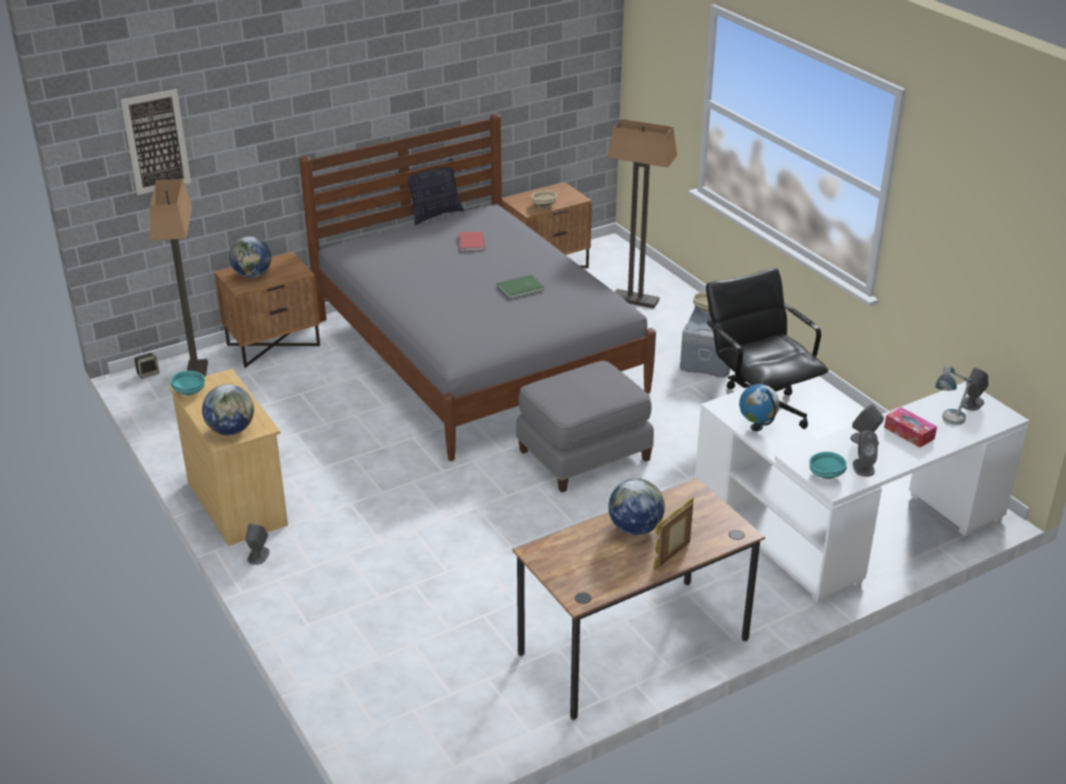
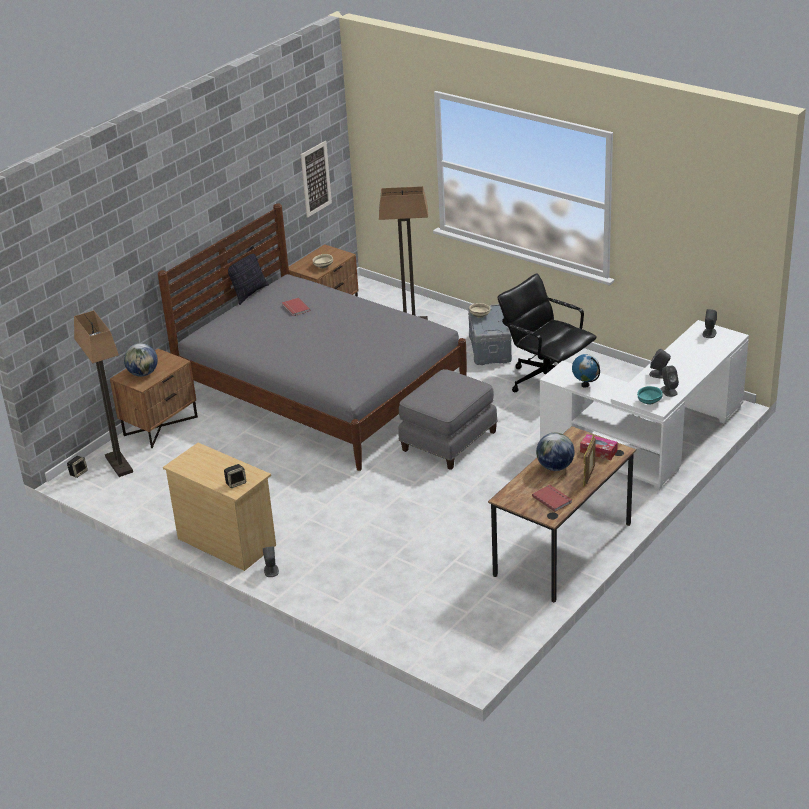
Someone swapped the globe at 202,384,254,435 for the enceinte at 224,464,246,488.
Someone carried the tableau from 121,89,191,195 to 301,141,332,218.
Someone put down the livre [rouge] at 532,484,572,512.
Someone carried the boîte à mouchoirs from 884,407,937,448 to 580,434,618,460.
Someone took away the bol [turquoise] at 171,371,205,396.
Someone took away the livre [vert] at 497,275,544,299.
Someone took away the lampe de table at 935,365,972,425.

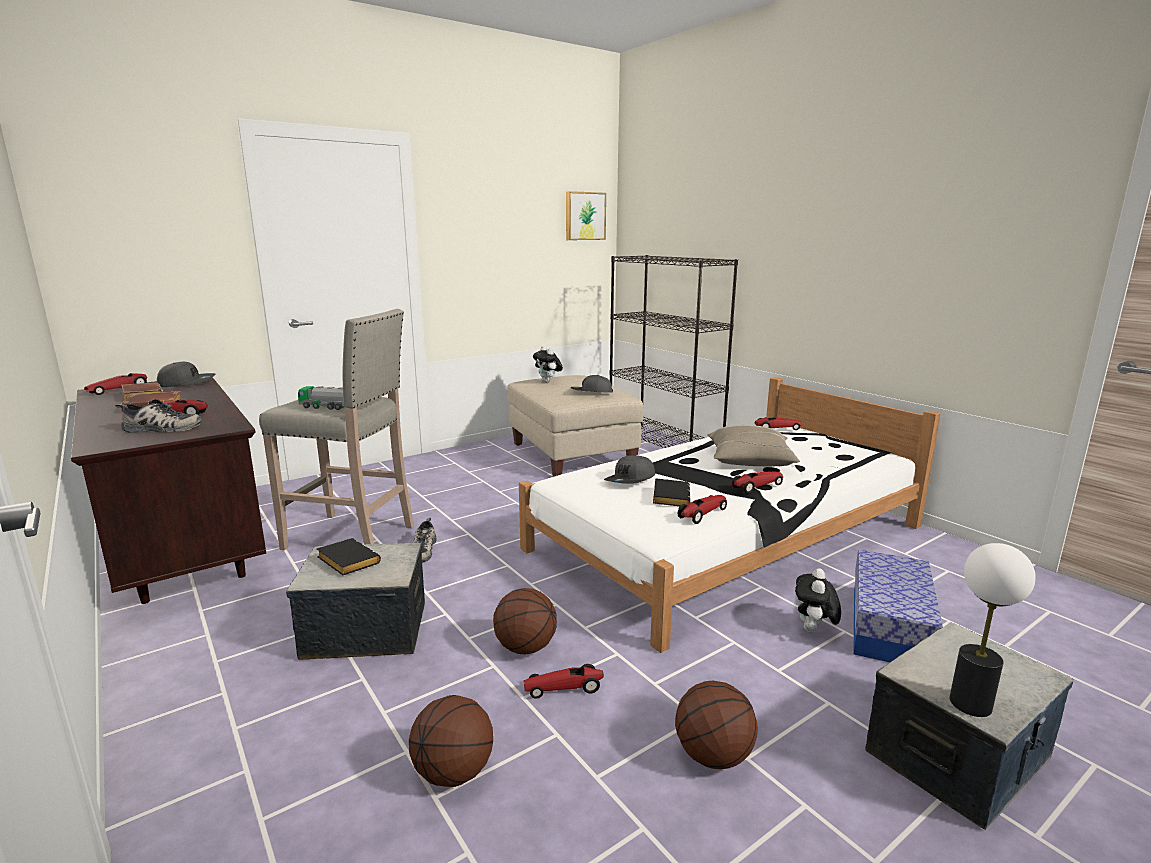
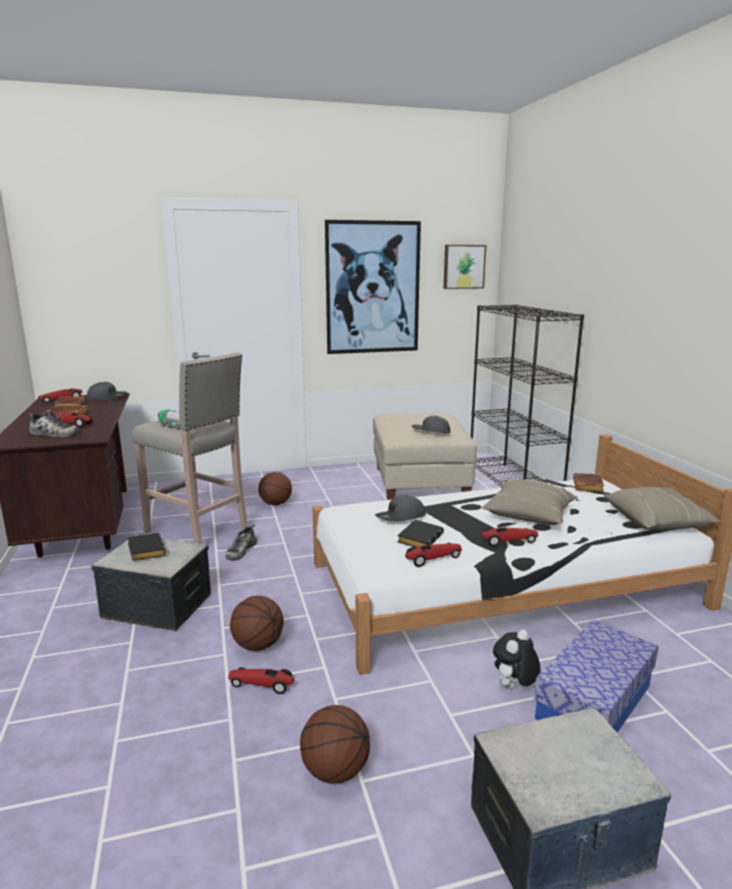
Someone carried the ballon de basket from 409,695,493,787 to 258,472,292,505.
Someone put up the tableau at 325,220,421,354.
Someone swapped the petite voiture at 755,417,802,430 for the livre [marron] at 573,473,604,492.
Someone put down the coussin [beige] at 604,487,721,530.
Someone took away the peluche at 533,346,563,382.
Someone took away the lampe de table at 950,543,1036,717.

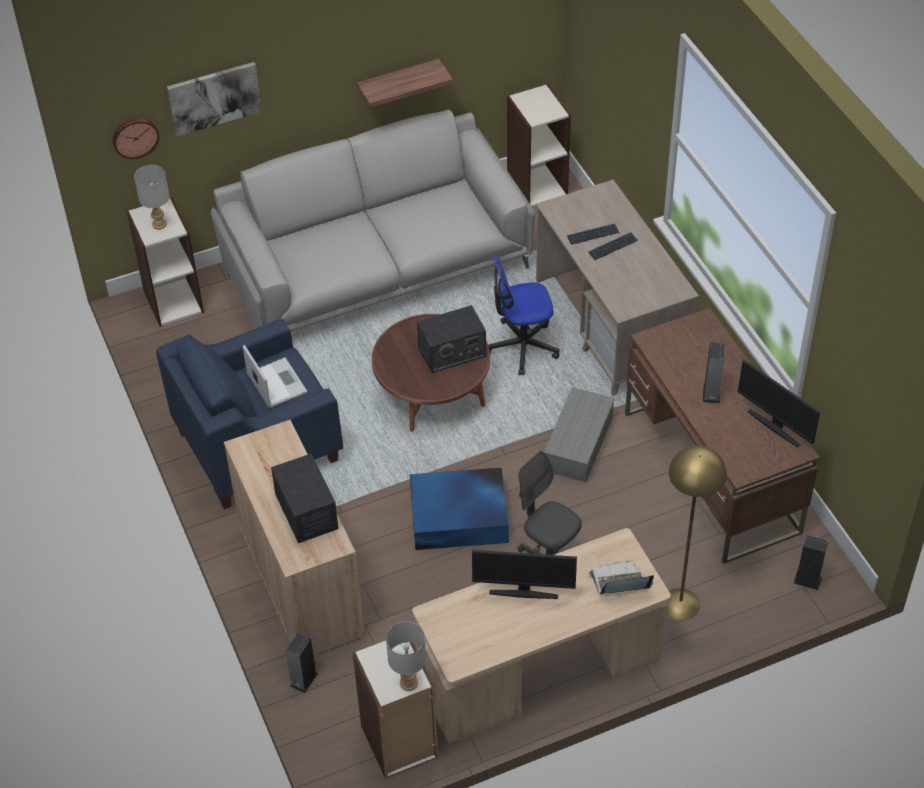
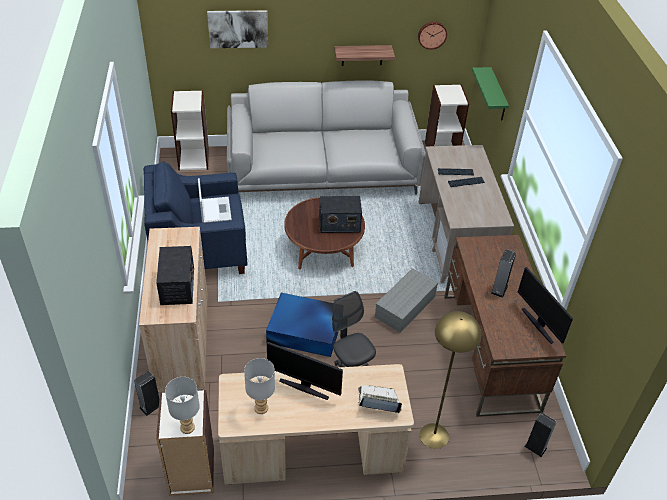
Someone carried the lampe de table [gris] from 134,165,170,230 to 244,358,275,414.
Someone carried the horloge murale from 112,118,159,159 to 418,21,447,50.
Someone put up the étagère [vert] at 472,67,509,121.
Someone took away the chaise de bureau at 488,253,559,376.

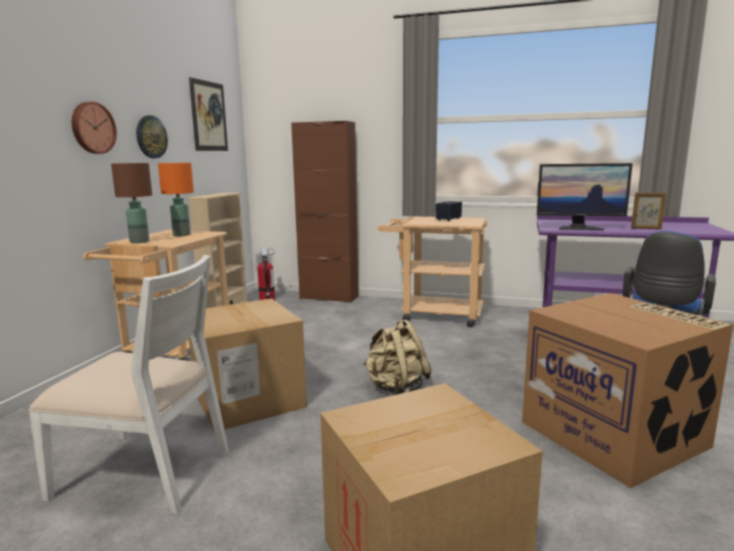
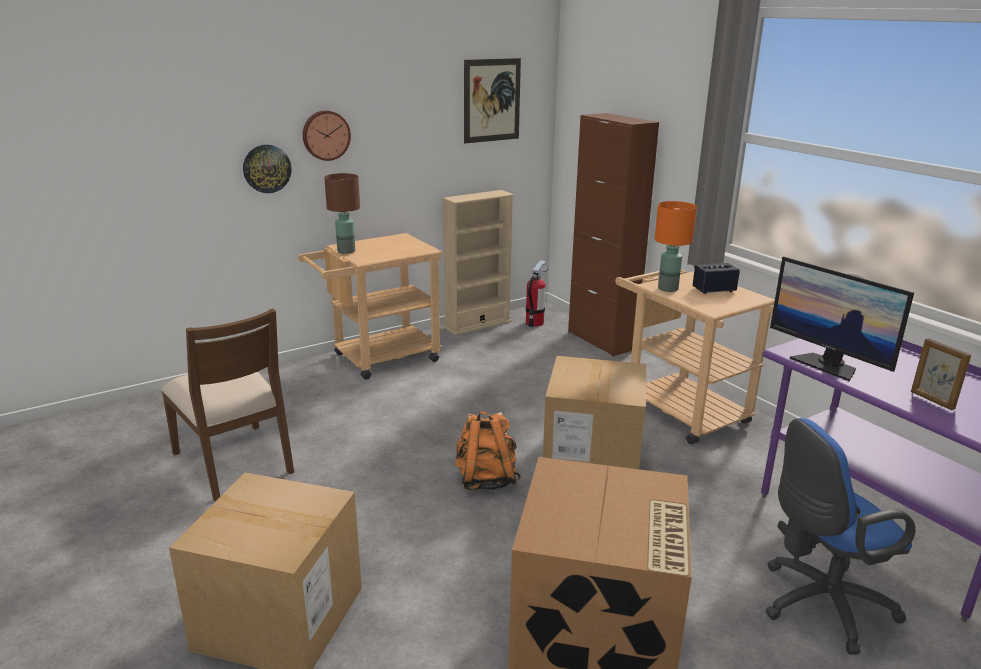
Someone repainted the chaise [blanc] at 28,255,229,515, which became the chaise [marron] at 161,309,294,501.
Someone carried the horloge murale from 136,115,168,158 to 243,145,291,193.
Someone repainted the sac à dos [beige] at 364,319,432,395, which became the sac à dos [orange] at 455,411,521,490.
Someone carried the carton from 189,298,307,431 to 543,356,646,469.
Someone carried the lampe de table [orange] from 158,163,194,236 to 655,201,697,292.

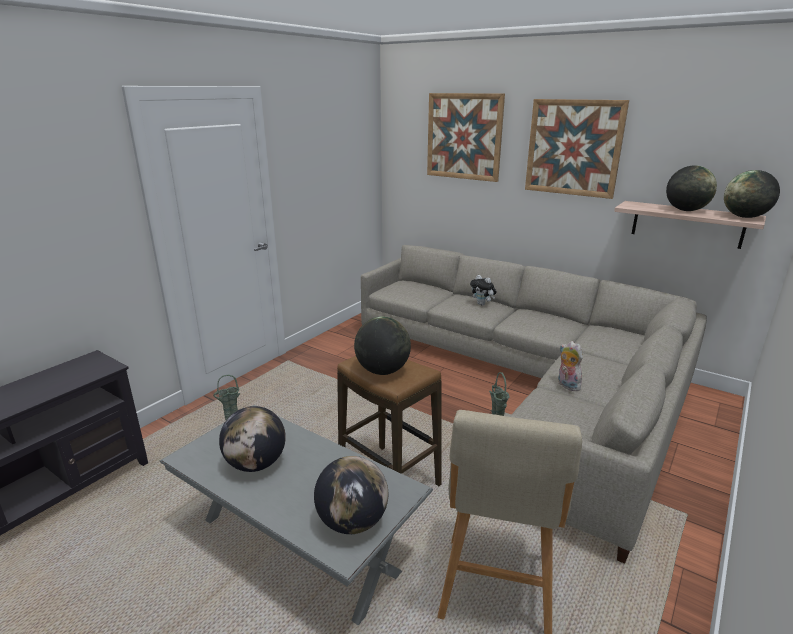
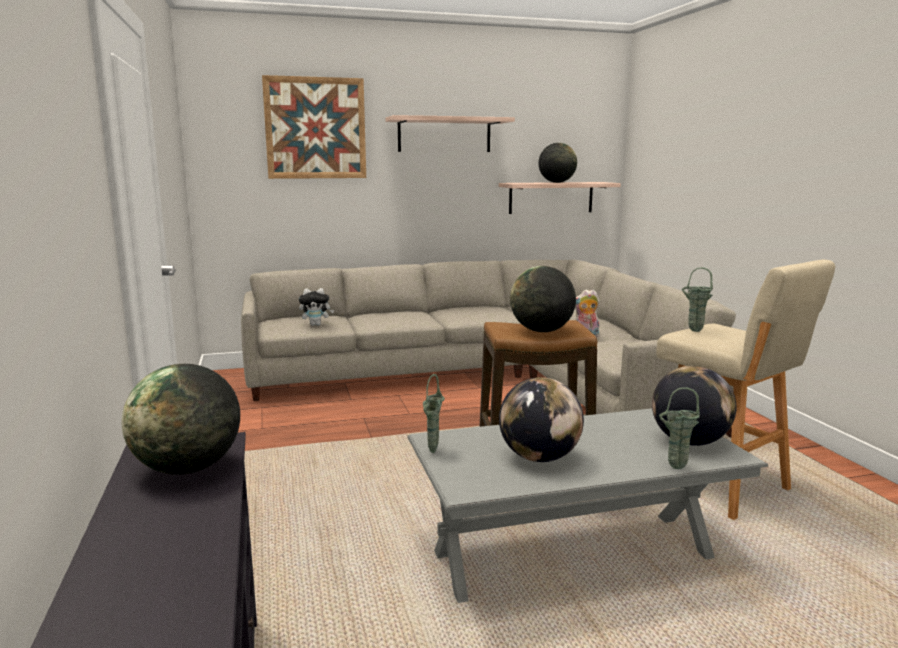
Someone carried the globe from 724,170,780,218 to 122,364,240,475.
Someone carried the peluche from 470,275,497,306 to 299,288,334,326.
Someone swapped the tableau at 525,99,629,199 for the étagère at 385,115,515,152.
Someone put down the vase [vert] at 659,387,700,469.

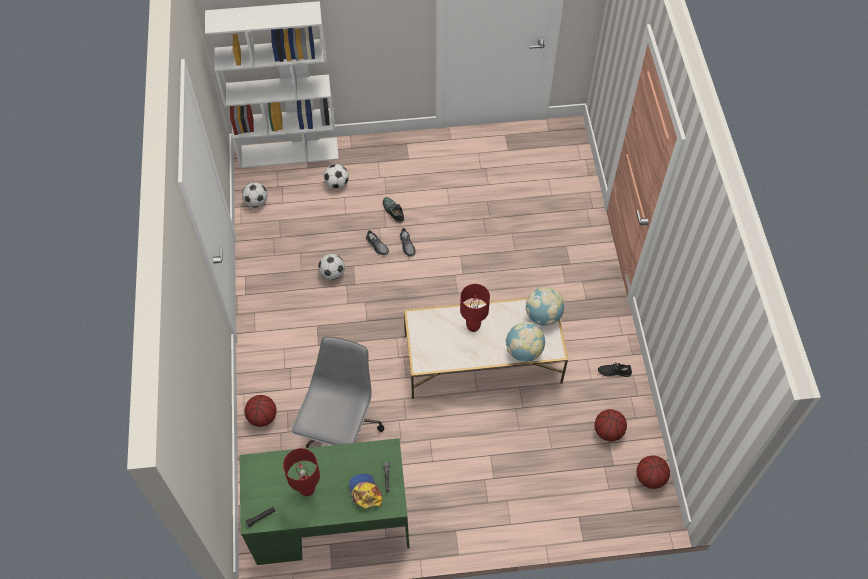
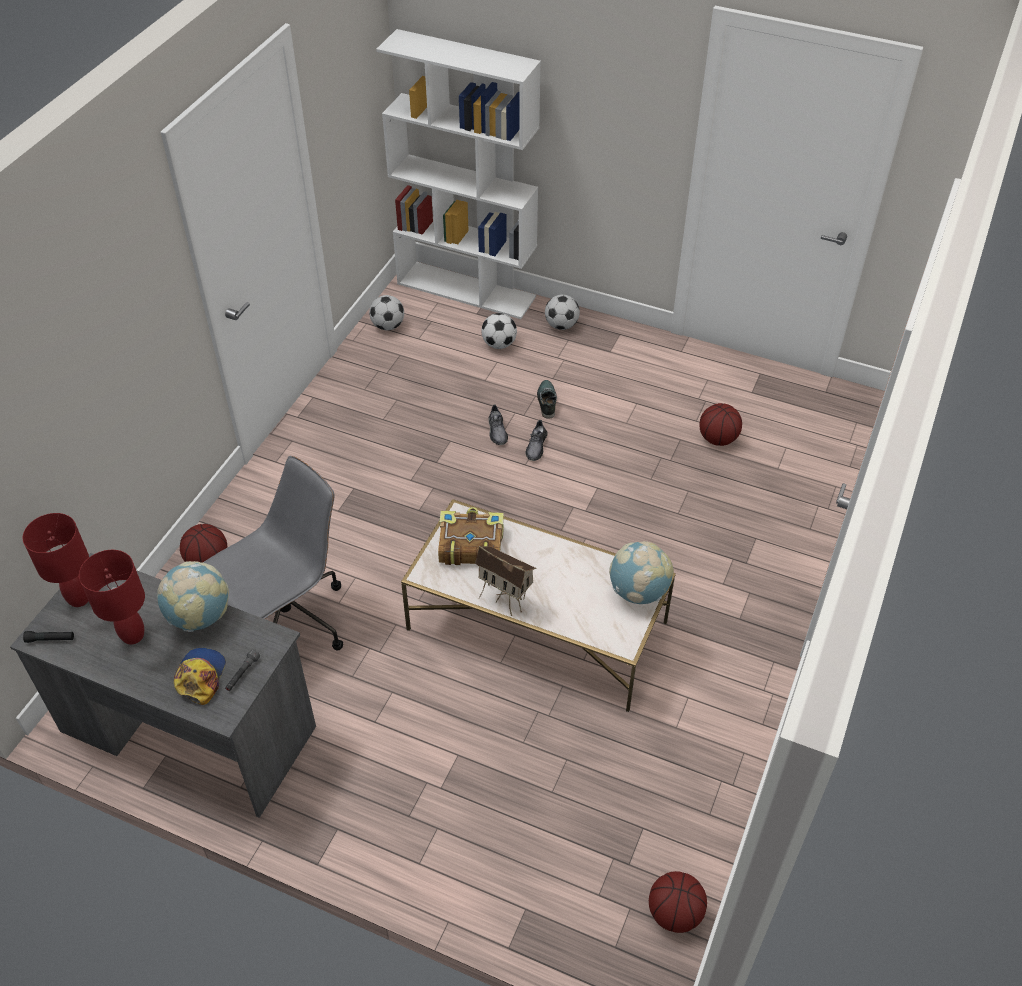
Someone repainted the bureau [vert] at 239,438,409,565, which became the bureau [gris] at 10,553,316,818.
Someone carried the lampe de table [rouge] from 460,284,490,332 to 23,513,89,607.
Someone carried the globe from 505,322,545,362 to 157,561,229,632.
Someone put down the livre at 438,507,504,565.
Someone put down the maison miniature at 475,546,537,616.
Someone carried the ballon de foot from 318,254,345,280 to 545,295,580,330.
Someone carried the ballon de basket from 595,409,627,442 to 700,403,742,446.
Someone took away the chaussure [noir] at 598,363,632,377.

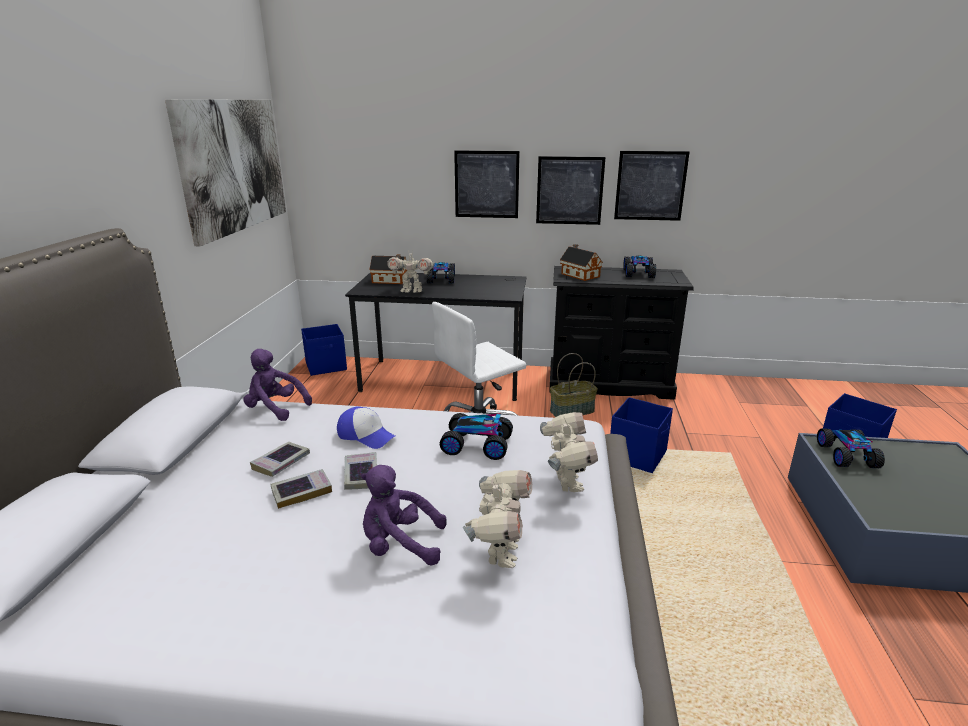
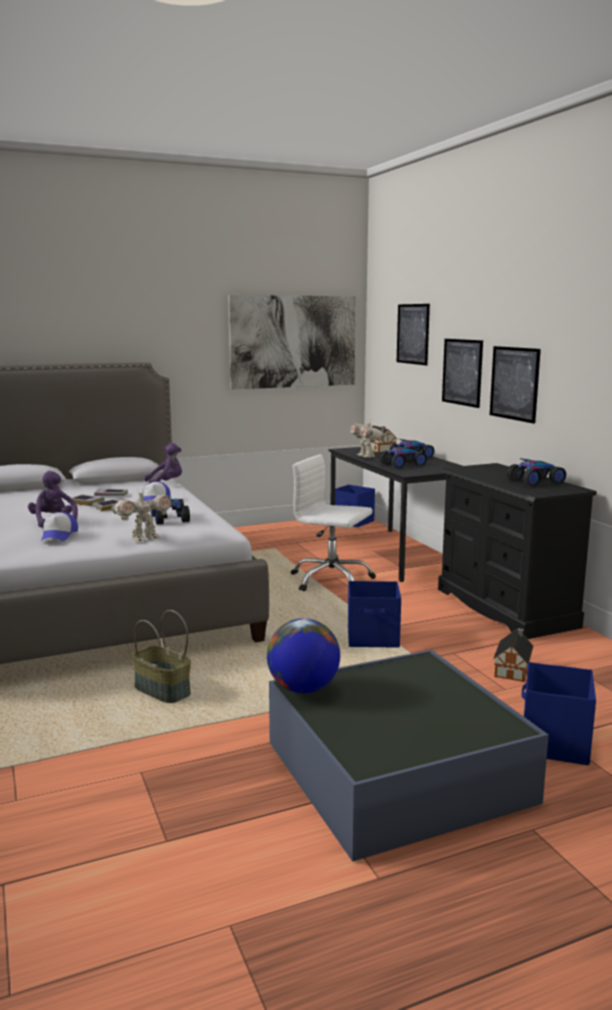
Someone swapped the robot jouet at 463,470,532,568 for the casquette at 41,512,78,541.
Someone carried the panier from 550,353,598,417 to 132,610,191,703.
Someone rotated the peluche [violet] at 243,349,312,421 by 75 degrees clockwise.
Someone put down the globe at 267,618,340,693.
Someone carried the petite voiture from 817,429,885,468 to 380,445,427,468.
Someone carried the tableau from 614,151,689,221 to 397,304,430,365.
Someone carried the maison miniature from 560,244,603,281 to 493,628,533,682.

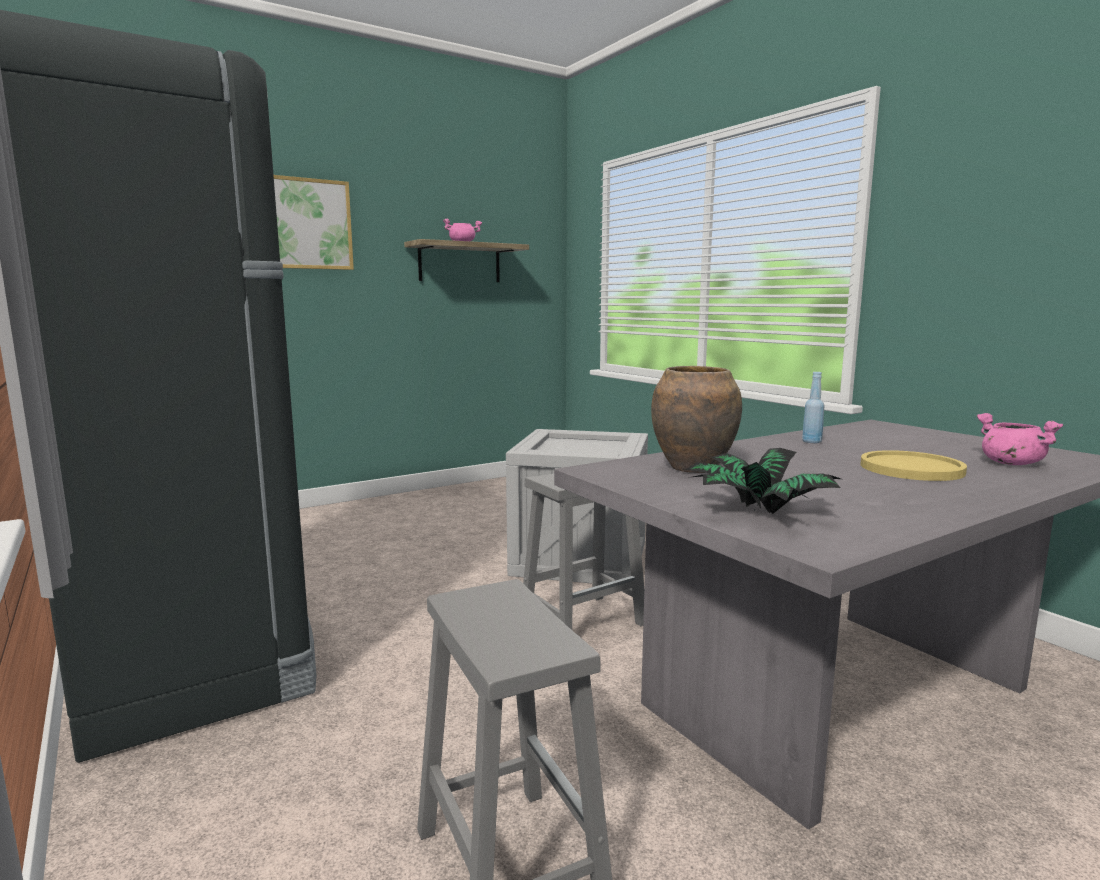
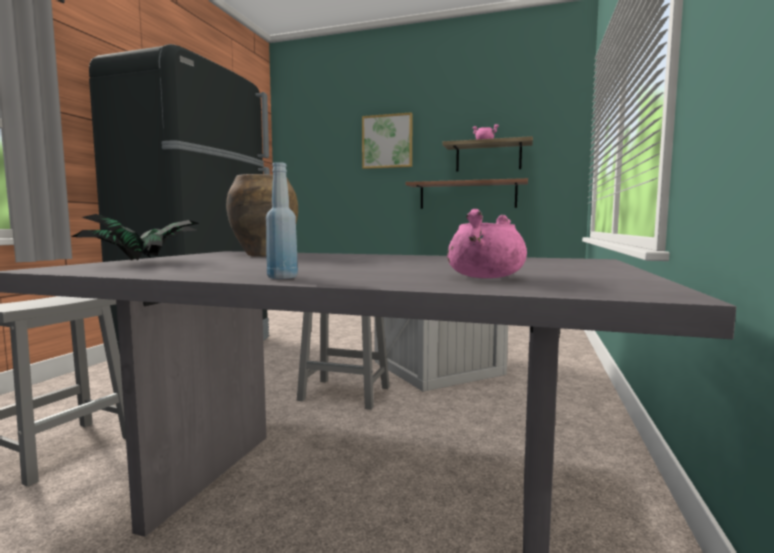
Someone carried the bouteille [bleu] from 802,372,825,443 to 266,162,298,279.
Someone put up the étagère at 405,178,528,209.
Someone took away the assiette [jaune] at 861,450,967,481.

